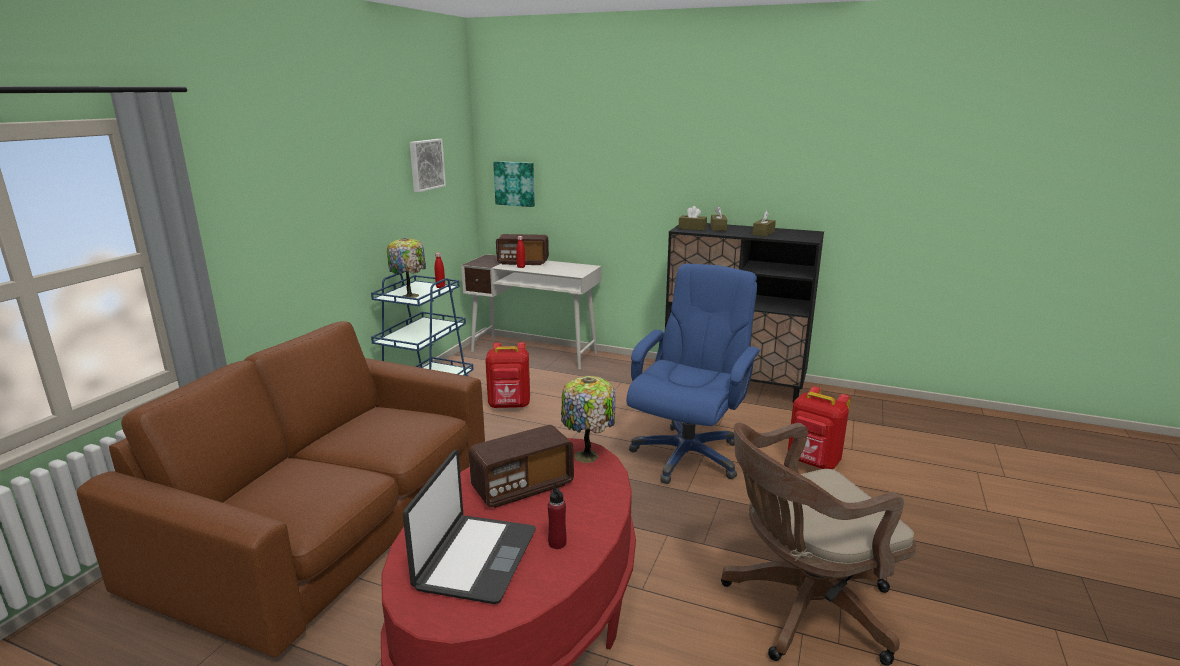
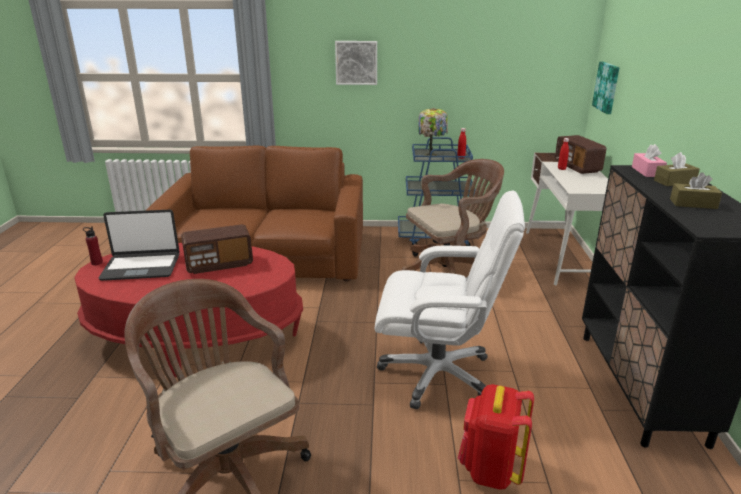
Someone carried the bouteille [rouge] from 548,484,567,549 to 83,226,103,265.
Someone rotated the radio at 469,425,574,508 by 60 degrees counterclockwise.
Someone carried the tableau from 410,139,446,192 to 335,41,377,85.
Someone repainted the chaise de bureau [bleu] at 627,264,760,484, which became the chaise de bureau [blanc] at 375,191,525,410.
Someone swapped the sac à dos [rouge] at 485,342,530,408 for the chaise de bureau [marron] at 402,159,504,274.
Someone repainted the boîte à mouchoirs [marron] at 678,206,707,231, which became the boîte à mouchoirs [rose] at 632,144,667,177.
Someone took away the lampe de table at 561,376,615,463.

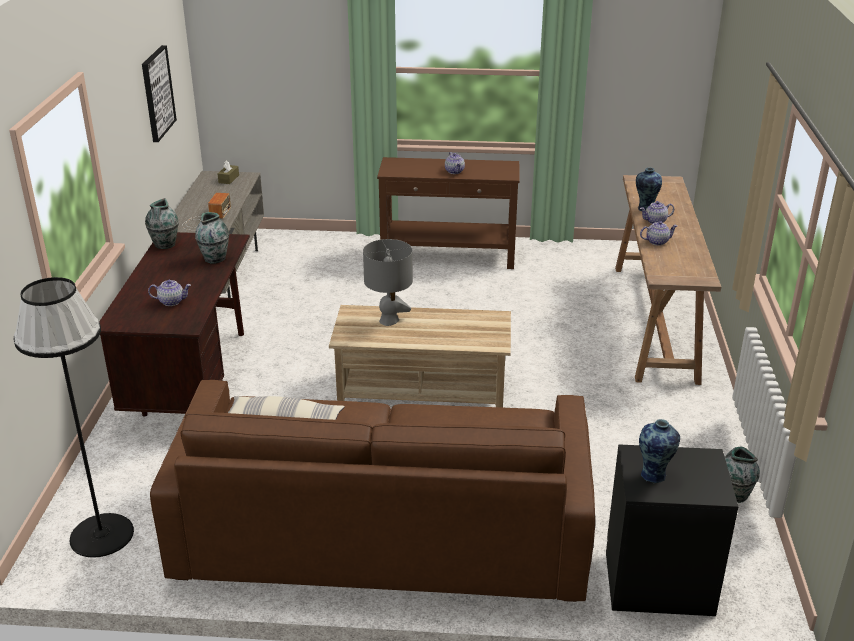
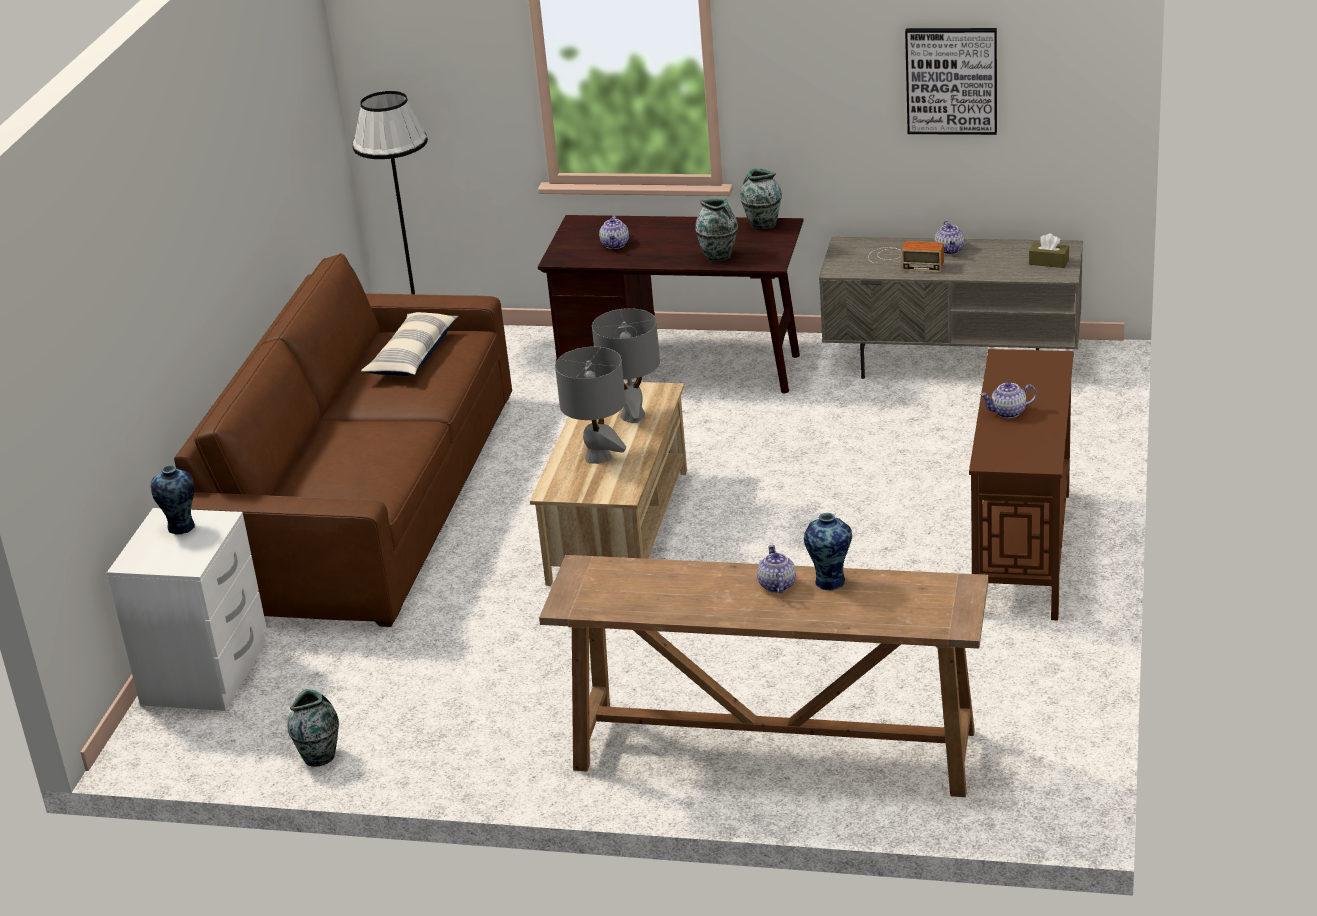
Someone repainted the table de chevet [noir] at 606,444,738,616, which became the table de chevet [blanc] at 107,508,266,711.
Someone put down the lampe de table [gris] at 555,346,626,464.
Someone carried the théière from 640,221,678,246 to 935,221,965,255.

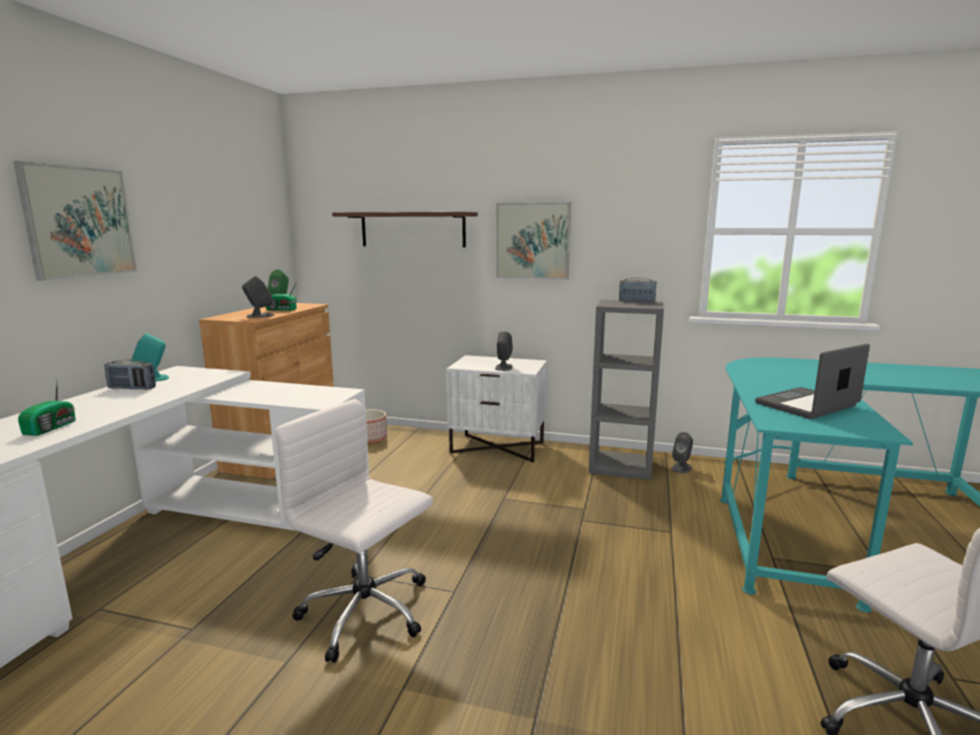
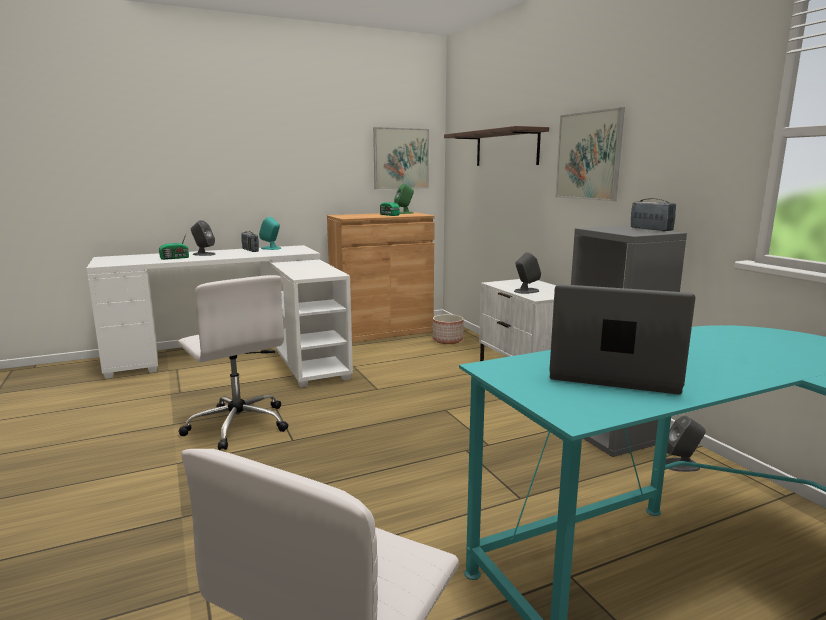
Someone rotated the chaise de bureau [blanc] at 275,399,433,663 by 150 degrees clockwise.
Someone carried the enceinte [gris] from 242,276,275,318 to 191,220,215,256.
Someone carried the tableau from 13,161,137,281 to 373,127,429,189.

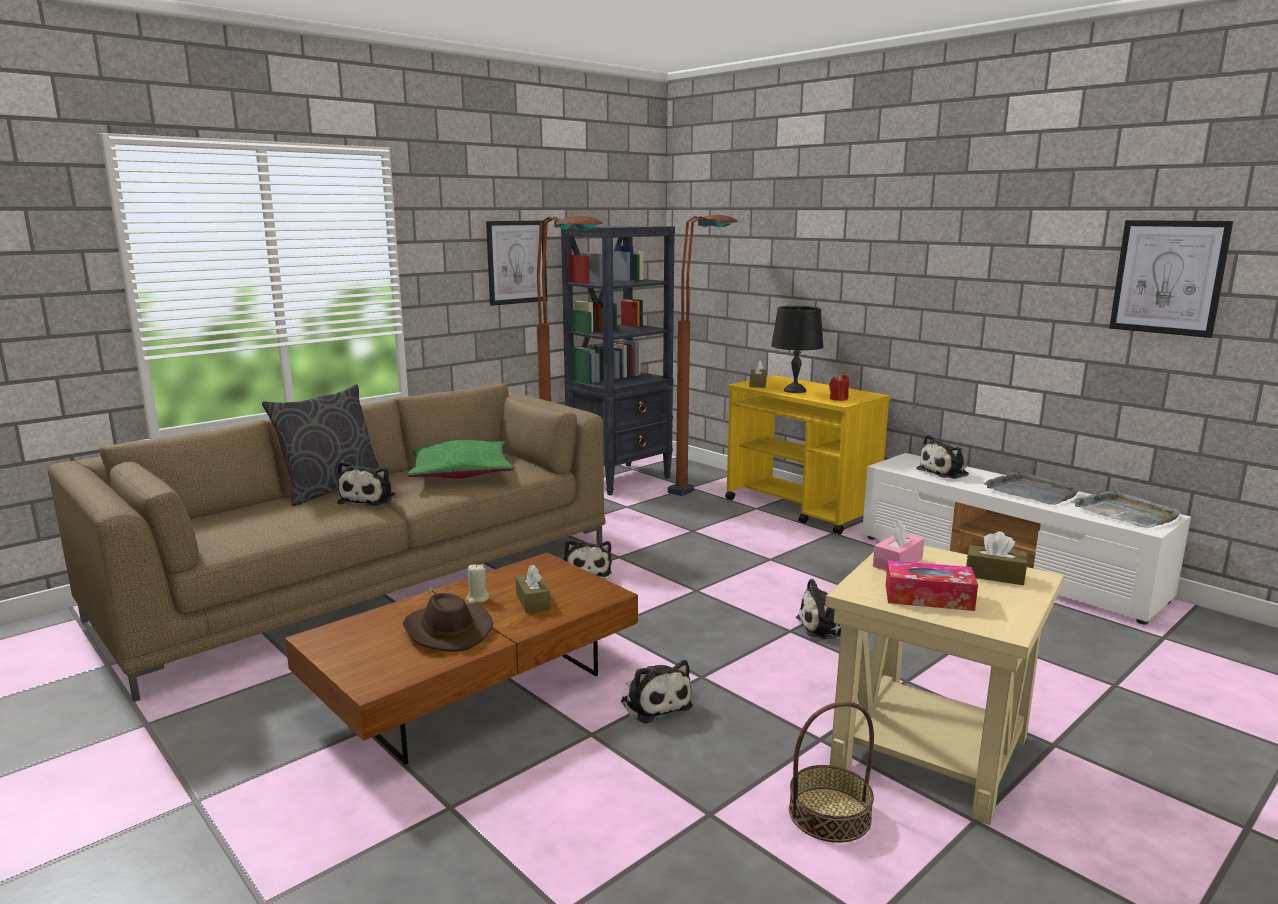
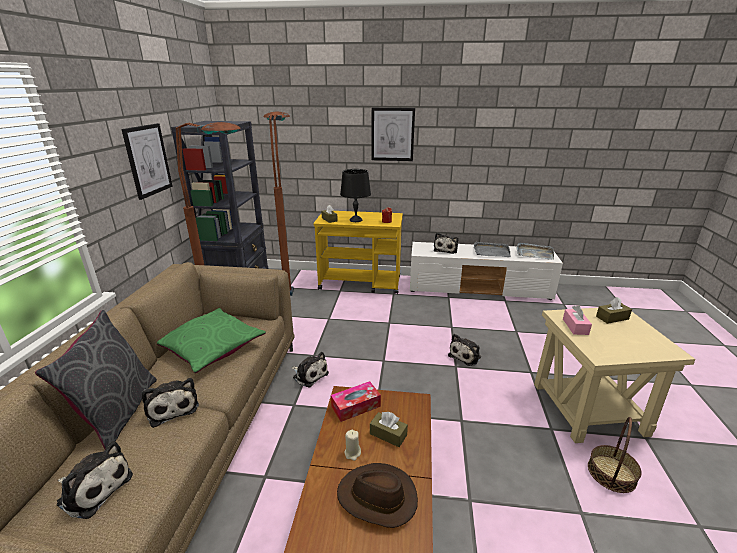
Someone carried the peluche from 621,660,693,724 to 57,441,133,519.
Someone carried the boîte à mouchoirs from 886,560,978,611 to 331,381,381,422.
Someone carried the tableau from 1109,220,1233,338 to 371,108,415,161.

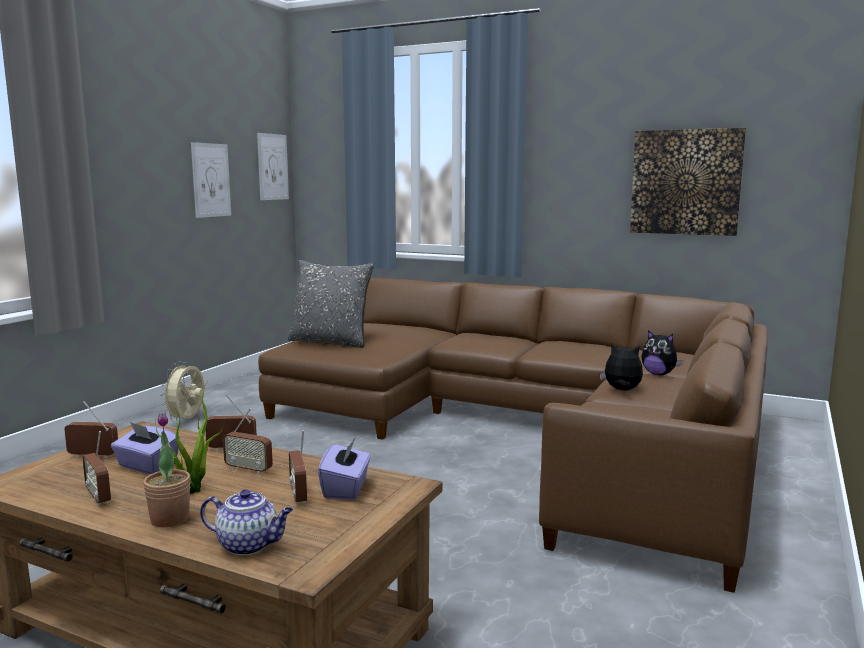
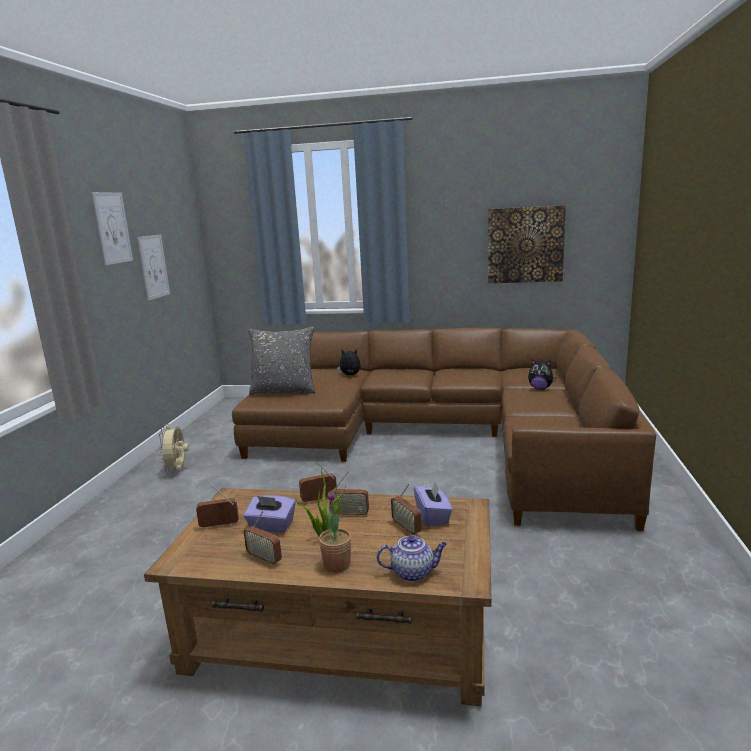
Someone carried the tableau from 257,133,289,200 to 91,192,133,265.
Someone carried the peluche from 600,343,643,390 to 337,349,360,375.

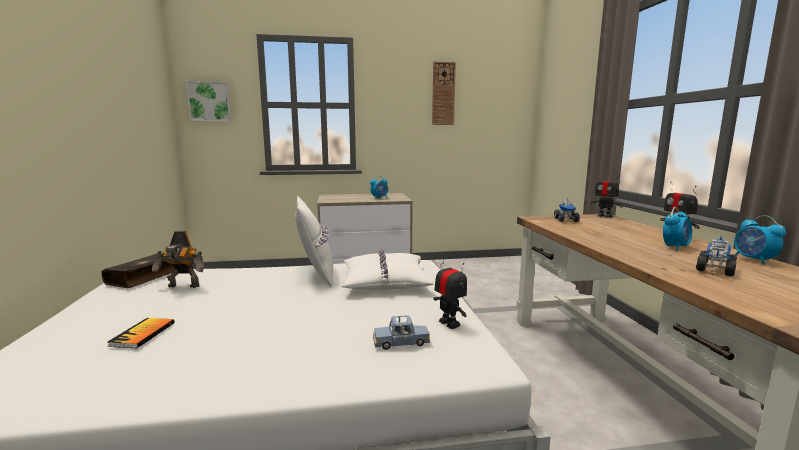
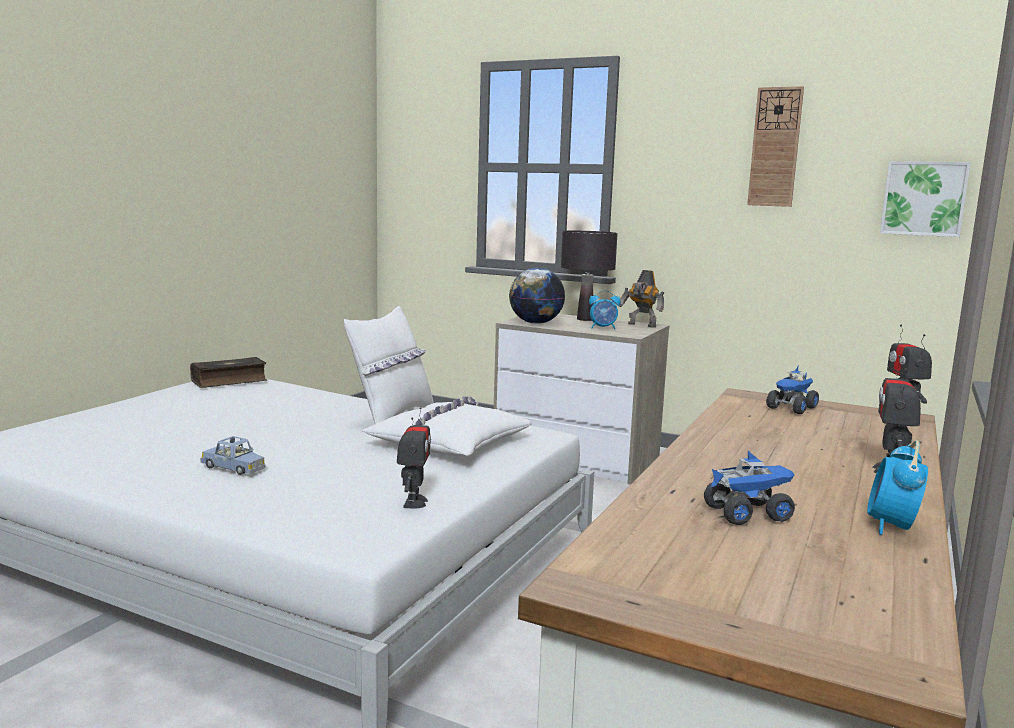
Someone carried the petite voiture [bleu] from 373,315,430,350 to 200,436,266,475.
Someone put down the globe at 509,268,565,324.
Someone put down the lampe de table [noir] at 561,231,618,321.
Someone carried the robot jouet from 152,231,204,288 to 619,270,664,328.
Someone carried the tableau from 186,81,231,122 to 880,161,971,237.
Someone took away the livre at 108,318,174,348.
Someone took away the réveil at 663,207,692,251.

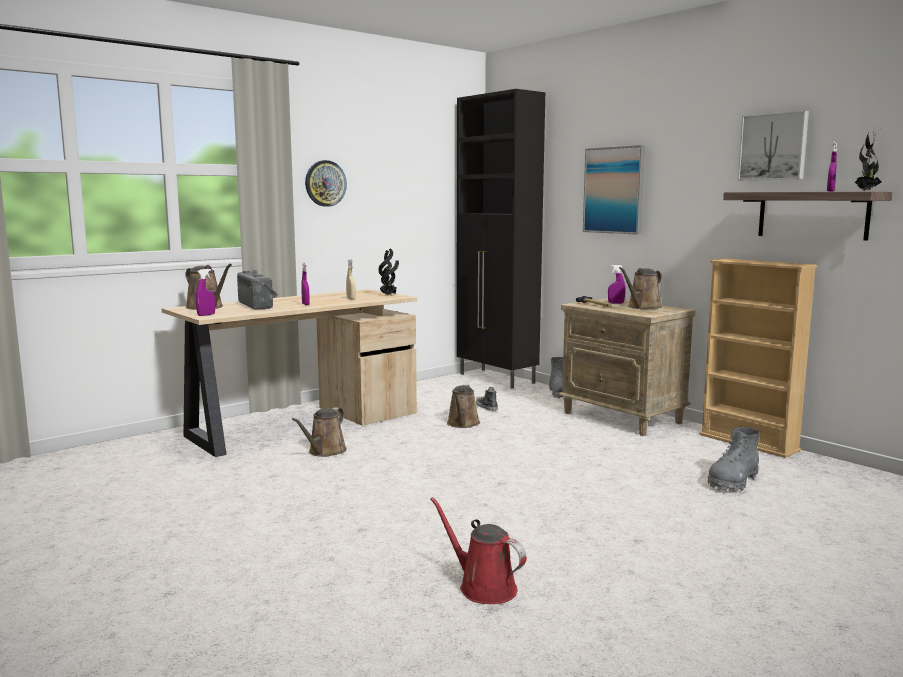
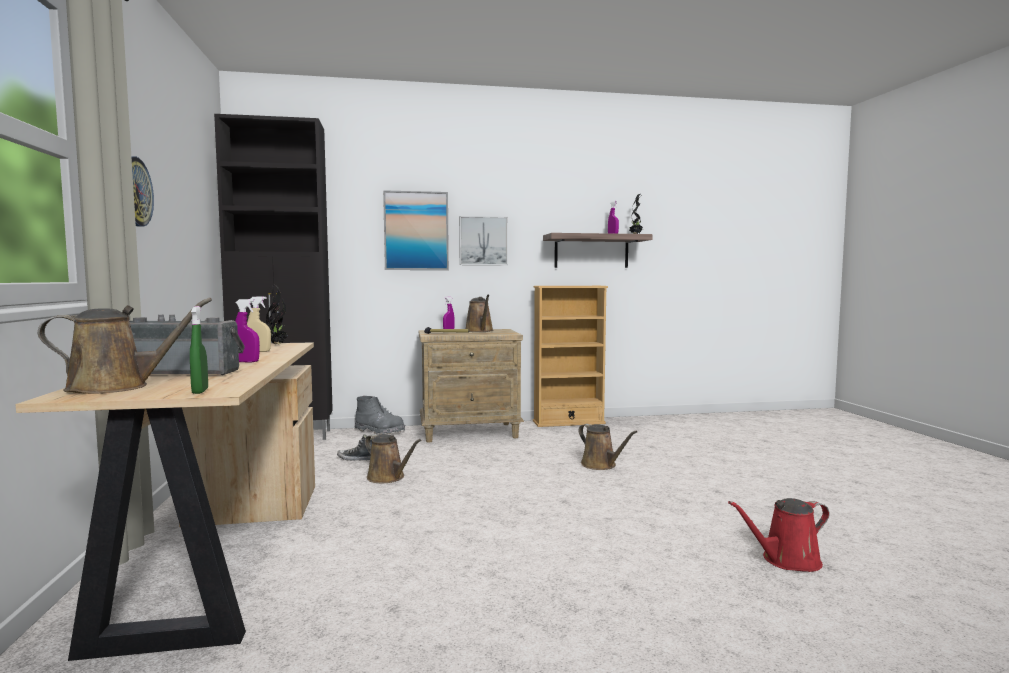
Someone repainted the vaporisateur [violet] at 196,269,215,316, which became the vaporisateur [vert] at 190,306,208,394.
Someone carried the tableau from 738,110,809,180 to 459,216,508,265.
Someone carried the arrosoir [marron] from 292,407,347,457 to 579,424,637,470.
Someone took away the botte [gris] at 708,427,760,491.

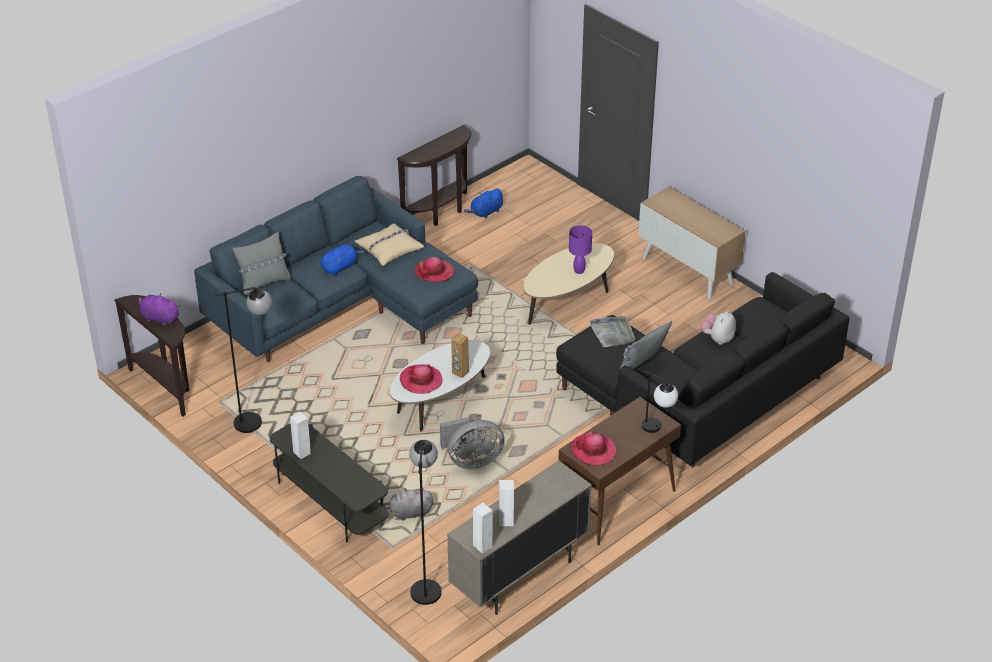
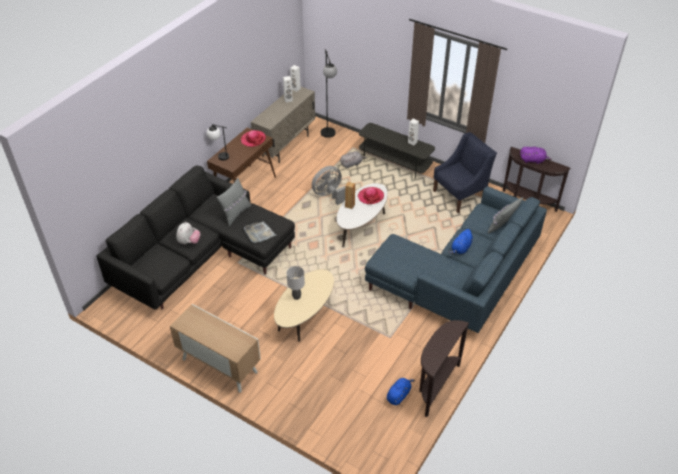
Someone repainted the lampe de table [violet] at 569,225,592,274, which became the lampe de table [gris] at 287,266,305,300.
Someone swapped the lampadaire [noir] at 214,287,272,433 for the fauteuil [bleu] at 433,132,497,213.
Someone took away the coussin [beige] at 355,224,424,266.
Someone took away the chapeau at 414,257,454,282.

